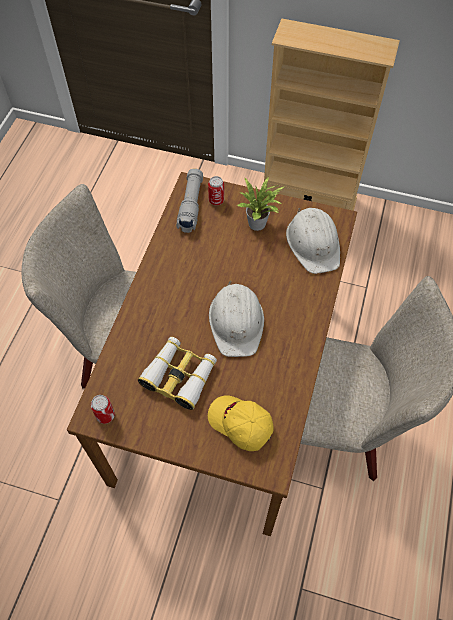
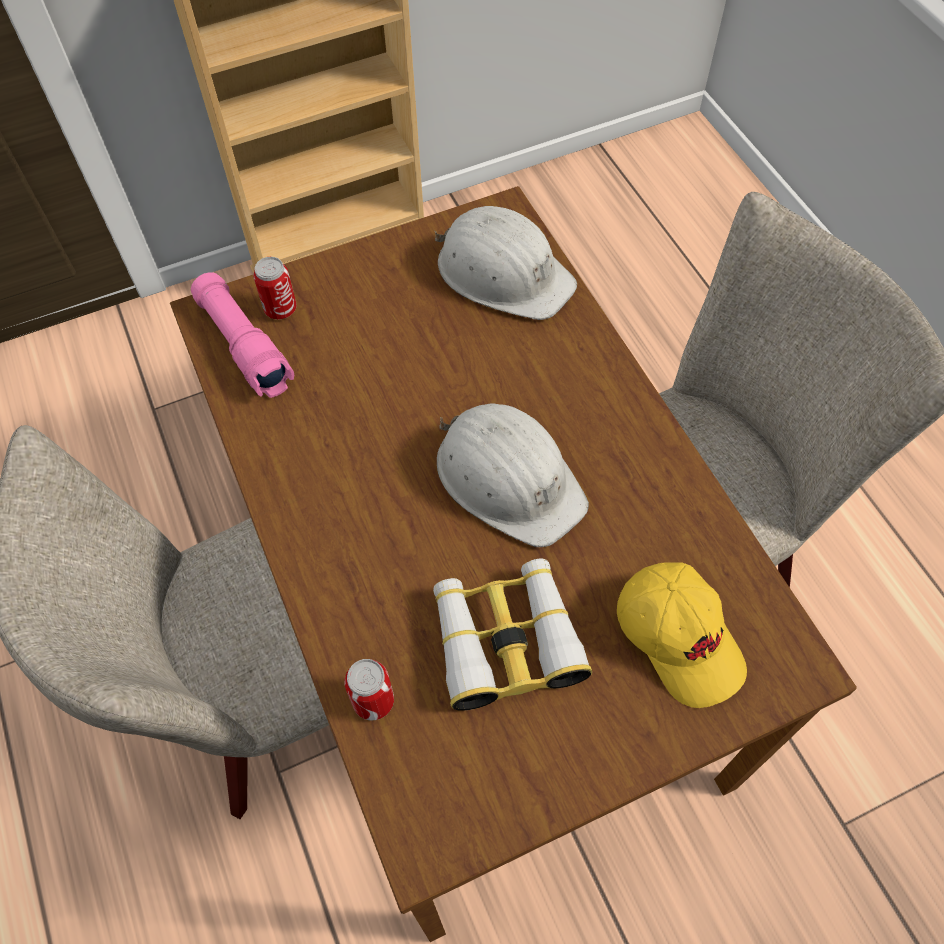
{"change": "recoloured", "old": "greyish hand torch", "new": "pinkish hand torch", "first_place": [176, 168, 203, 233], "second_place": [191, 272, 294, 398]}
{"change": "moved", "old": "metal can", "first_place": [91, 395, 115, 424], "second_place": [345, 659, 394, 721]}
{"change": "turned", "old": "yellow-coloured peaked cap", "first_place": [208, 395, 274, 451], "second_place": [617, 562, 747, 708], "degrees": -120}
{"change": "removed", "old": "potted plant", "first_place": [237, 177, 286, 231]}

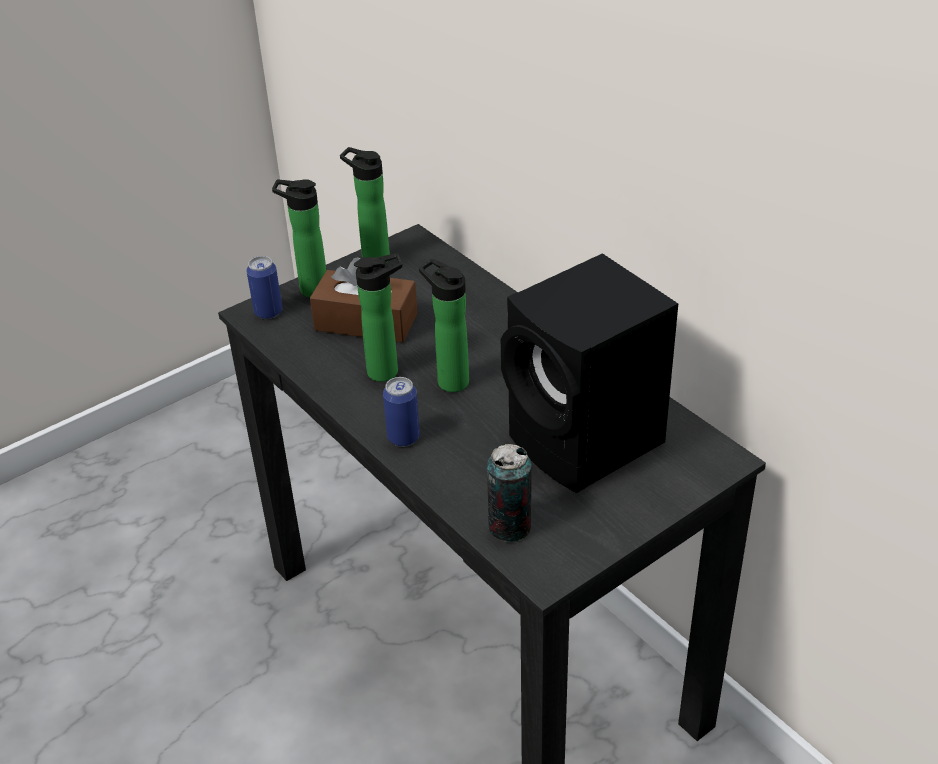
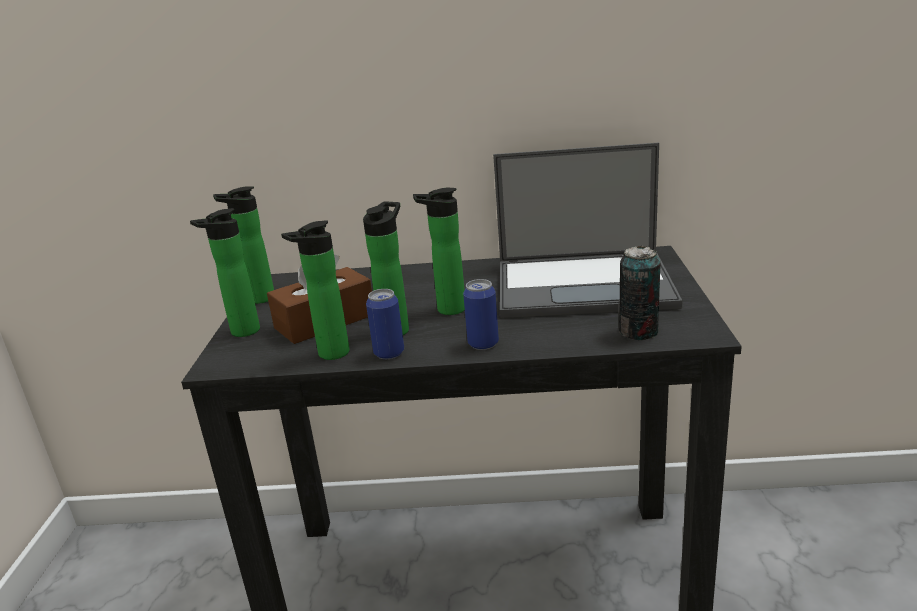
{"change": "added", "new": "drink bottle", "second_place": [281, 221, 350, 360]}
{"change": "moved", "old": "metal can", "first_place": [246, 256, 282, 319], "second_place": [366, 289, 404, 359]}
{"change": "replaced", "old": "blackish speaker", "new": "laptop", "first_place": [501, 253, 678, 493], "second_place": [493, 143, 683, 318]}

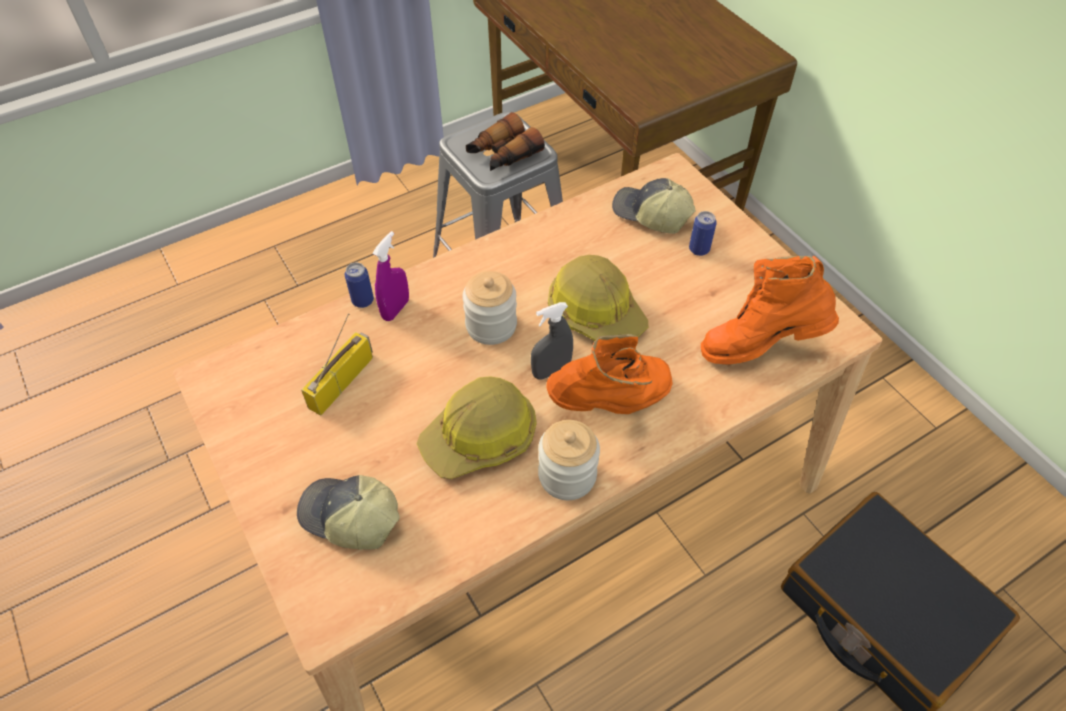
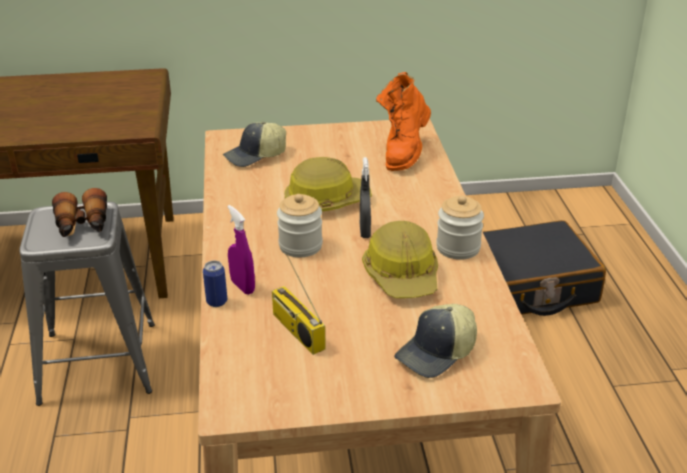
{"change": "removed", "old": "orange-coloured tall boot", "first_place": [547, 334, 673, 414]}
{"change": "removed", "old": "metal can", "first_place": [689, 211, 717, 256]}

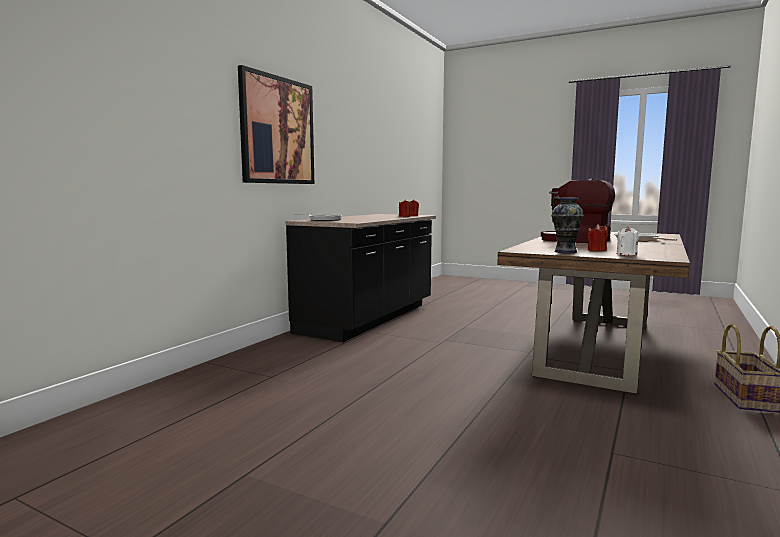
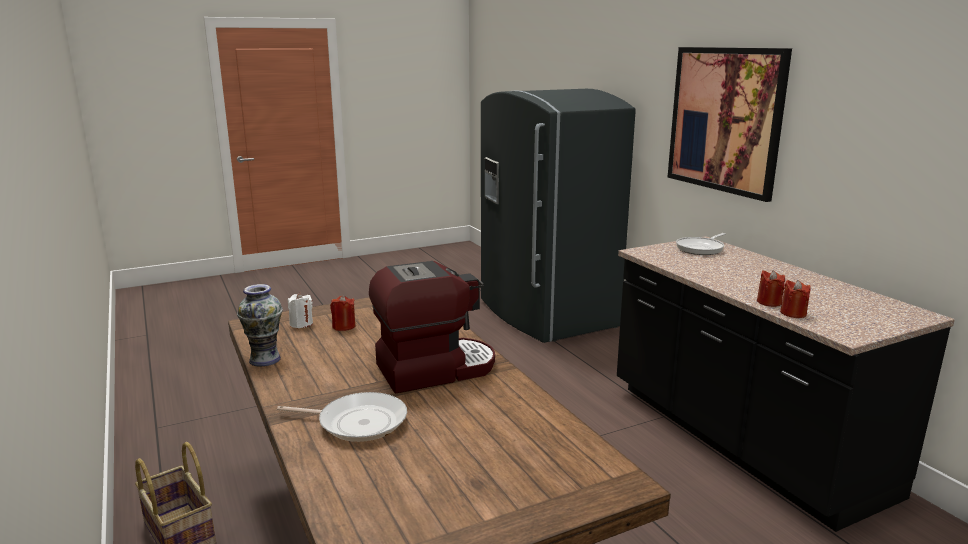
{"change": "moved", "old": "vase", "first_place": [551, 198, 584, 253], "second_place": [237, 284, 283, 366]}
{"change": "added", "new": "greyish fridge", "second_place": [481, 89, 636, 343]}

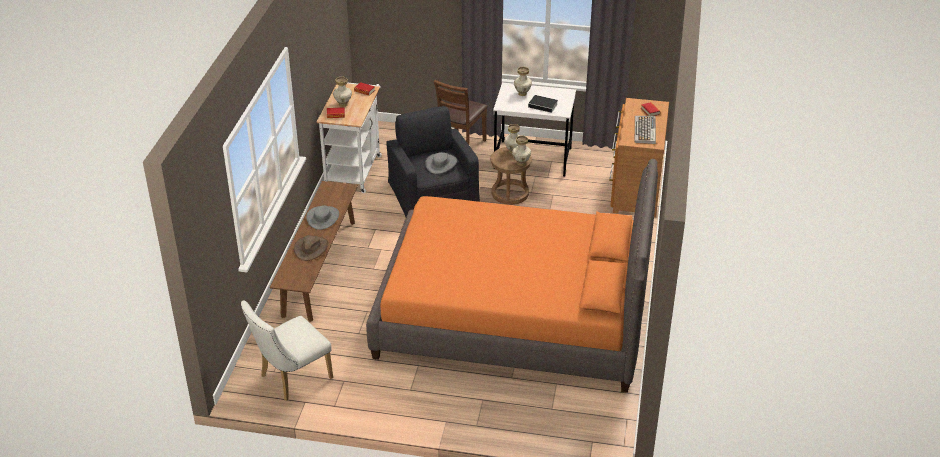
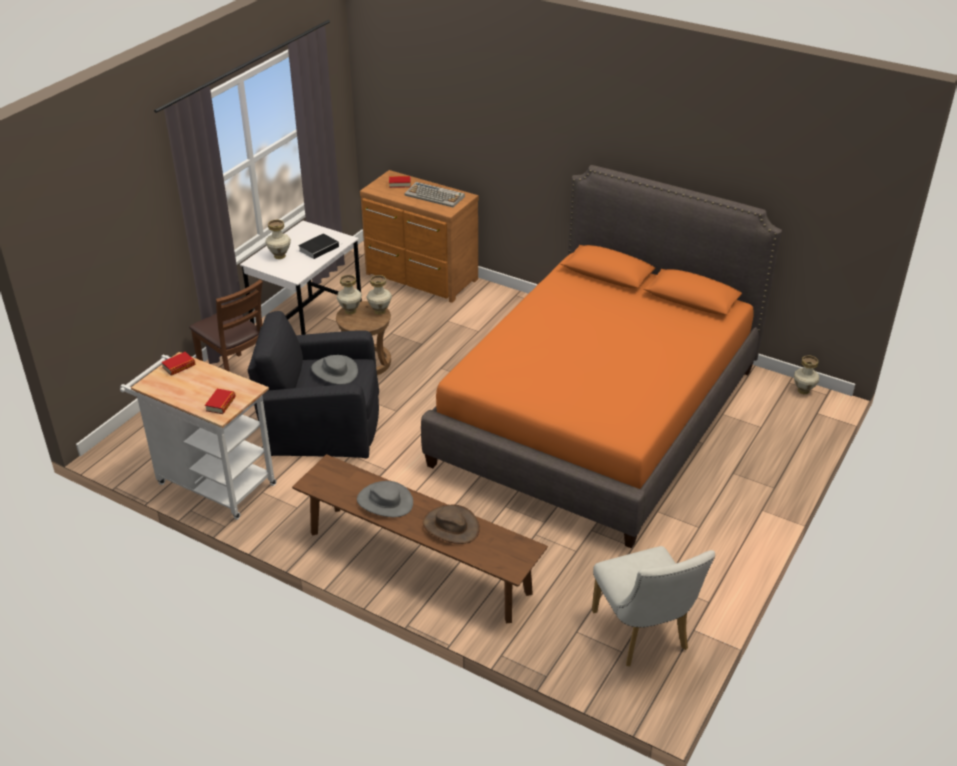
{"change": "moved", "old": "vase", "first_place": [333, 77, 352, 107], "second_place": [794, 355, 819, 394]}

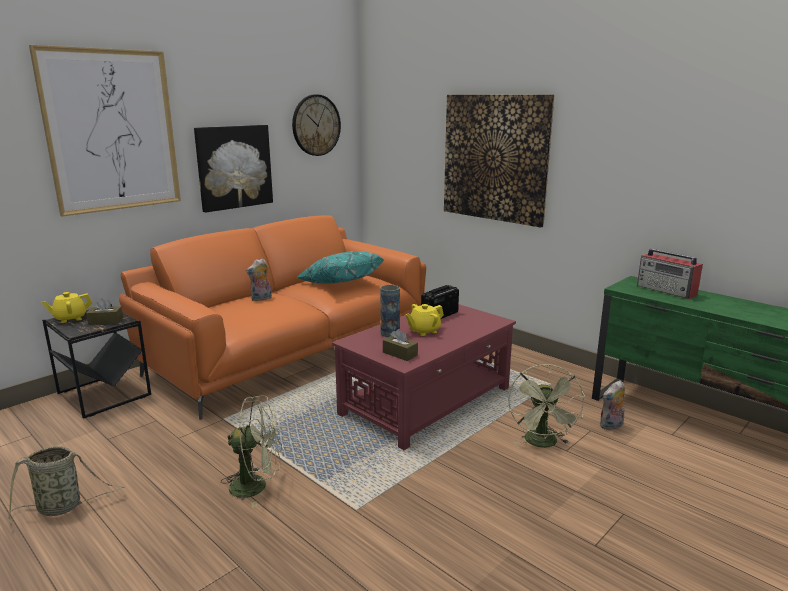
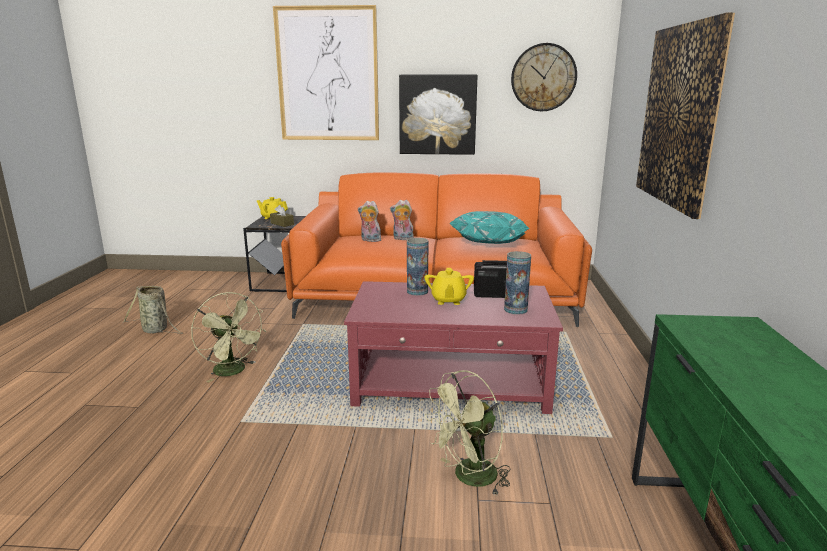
{"change": "moved", "old": "cuddly toy", "first_place": [600, 380, 625, 430], "second_place": [358, 201, 381, 242]}
{"change": "turned", "old": "yellow-coloured tea pot", "first_place": [406, 304, 444, 336], "second_place": [425, 268, 474, 305], "degrees": -105}
{"change": "added", "new": "vase", "second_place": [504, 251, 531, 315]}
{"change": "removed", "old": "brownish tissue holder", "first_place": [383, 329, 418, 361]}
{"change": "removed", "old": "radio set", "first_place": [637, 249, 703, 299]}

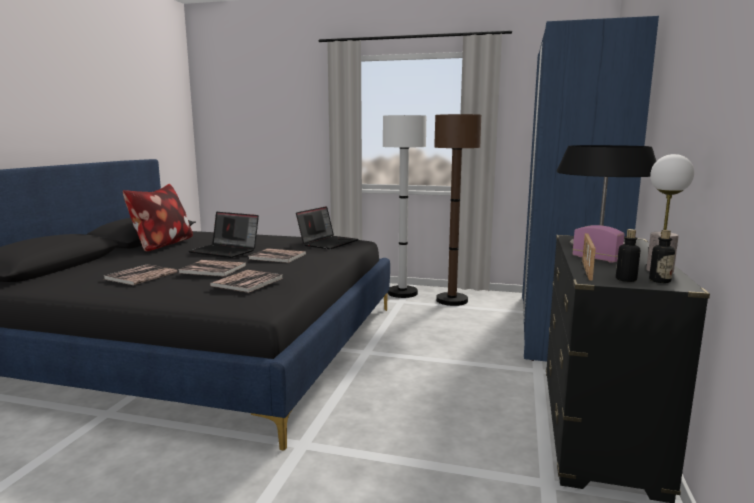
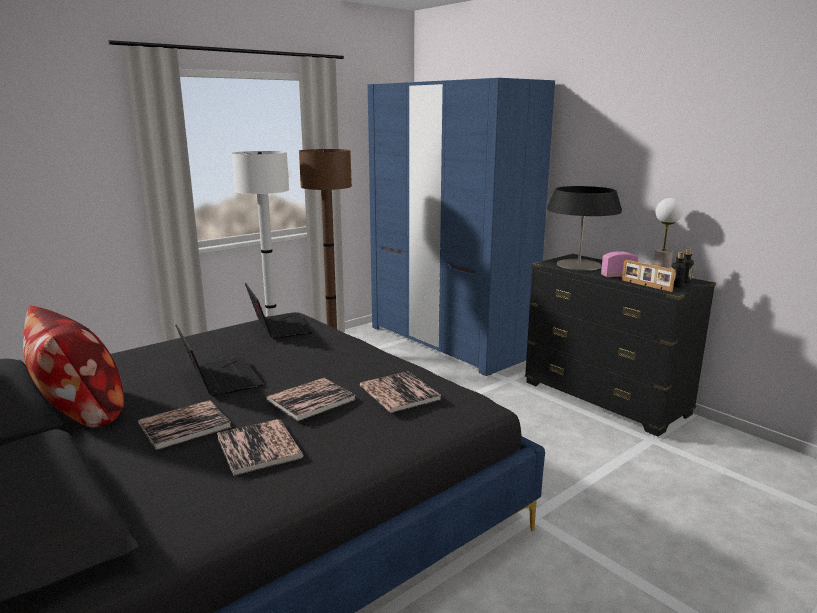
{"change": "moved", "old": "volume", "first_place": [249, 248, 306, 263], "second_place": [138, 400, 231, 450]}
{"change": "turned", "old": "laptop", "first_place": [189, 212, 259, 258], "second_place": [175, 324, 264, 397], "degrees": -90}

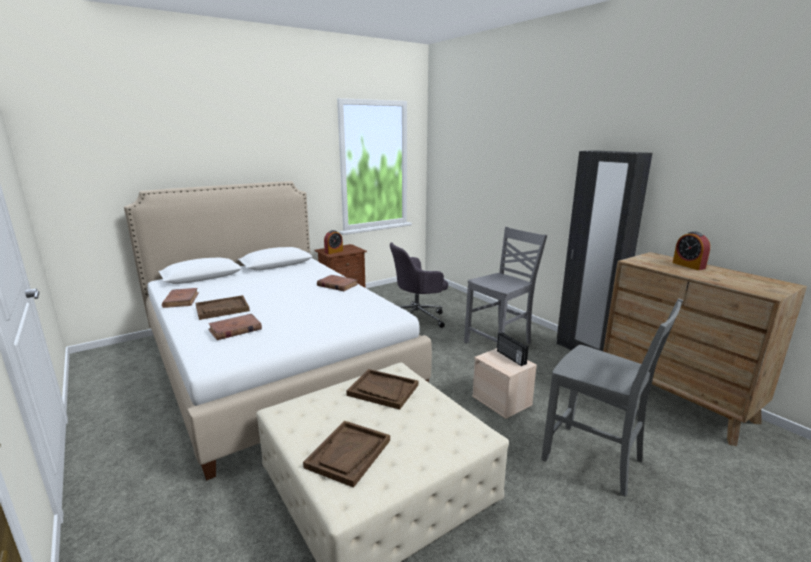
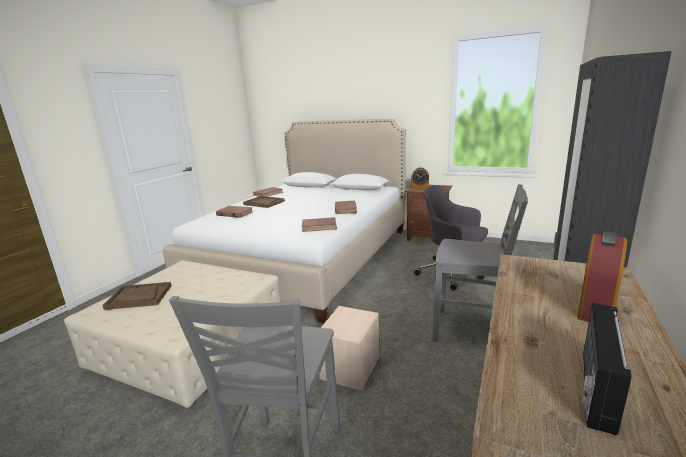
{"change": "added", "new": "brownish volume", "second_place": [302, 217, 337, 232]}
{"change": "moved", "old": "radio set", "first_place": [497, 332, 529, 366], "second_place": [583, 303, 632, 436]}
{"change": "removed", "old": "brownish carrying tray", "first_place": [346, 369, 418, 410]}

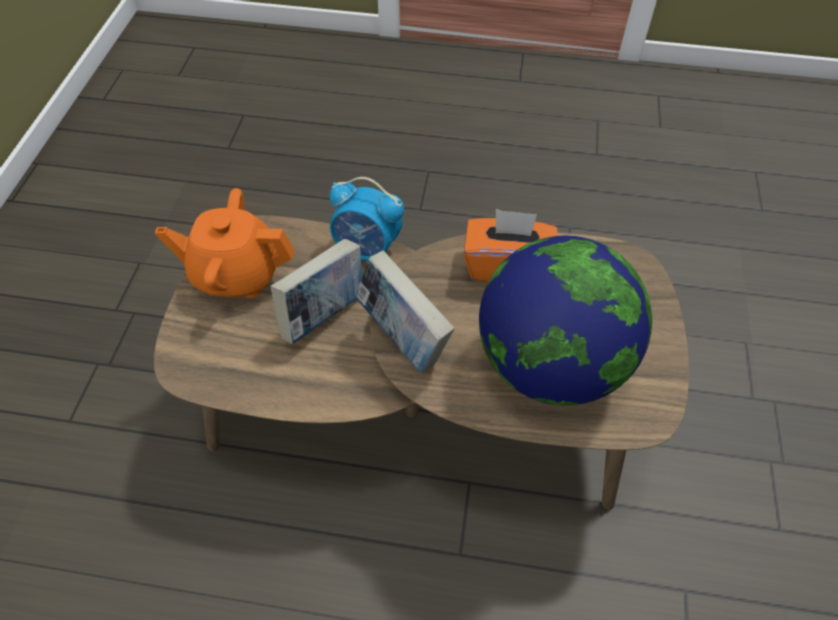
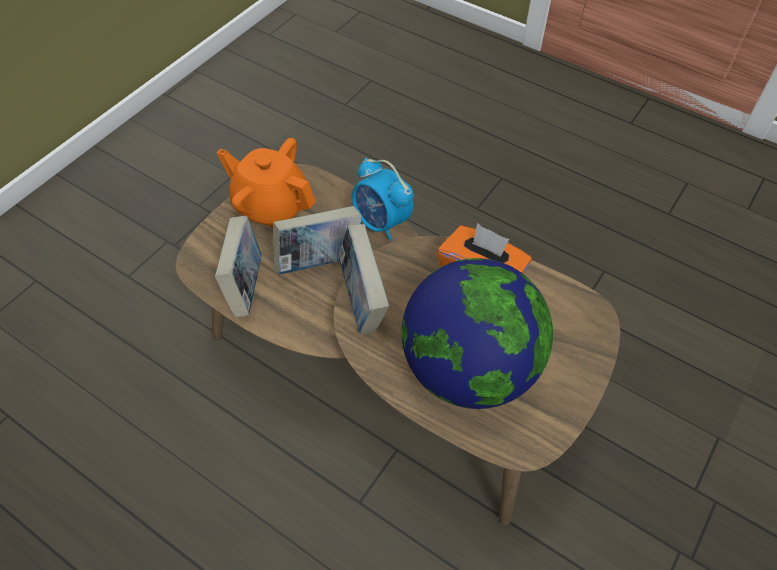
{"change": "added", "new": "volume", "second_place": [215, 216, 262, 317]}

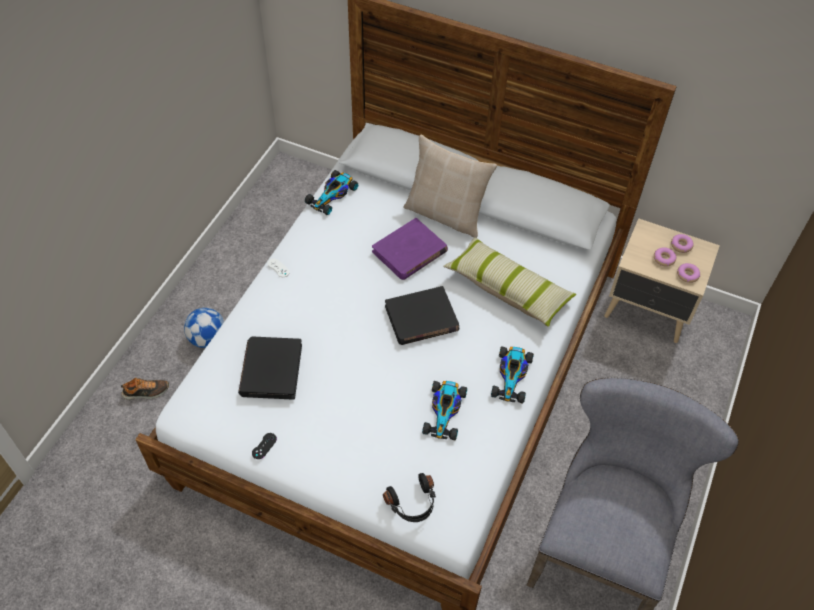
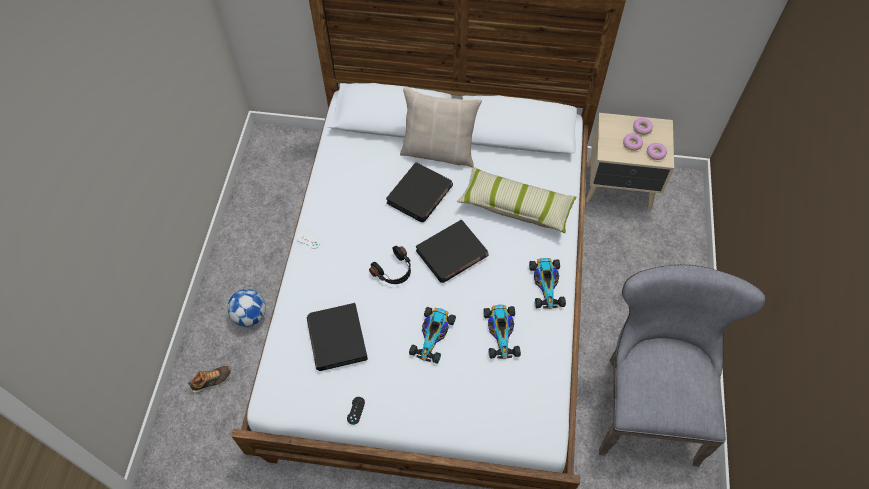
{"change": "moved", "old": "blackish pair of headphones", "first_place": [383, 473, 436, 522], "second_place": [369, 246, 411, 284]}
{"change": "recoloured", "old": "purplish volume", "new": "blackish volume", "first_place": [372, 218, 448, 280], "second_place": [386, 162, 453, 222]}
{"change": "moved", "old": "toy car", "first_place": [305, 170, 358, 215], "second_place": [409, 307, 456, 364]}

